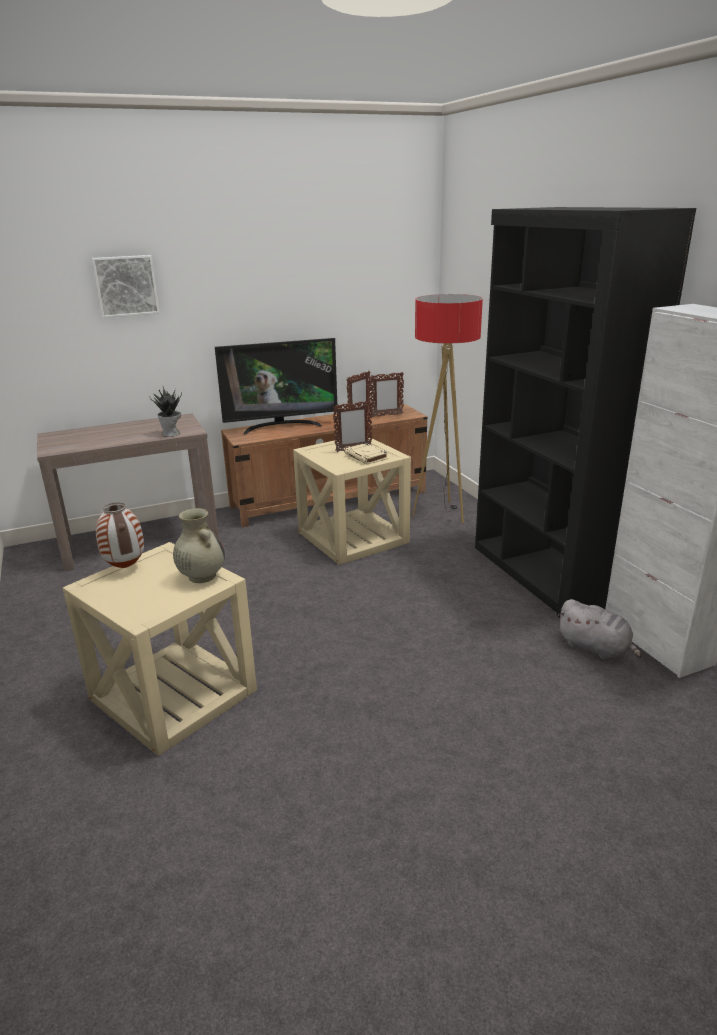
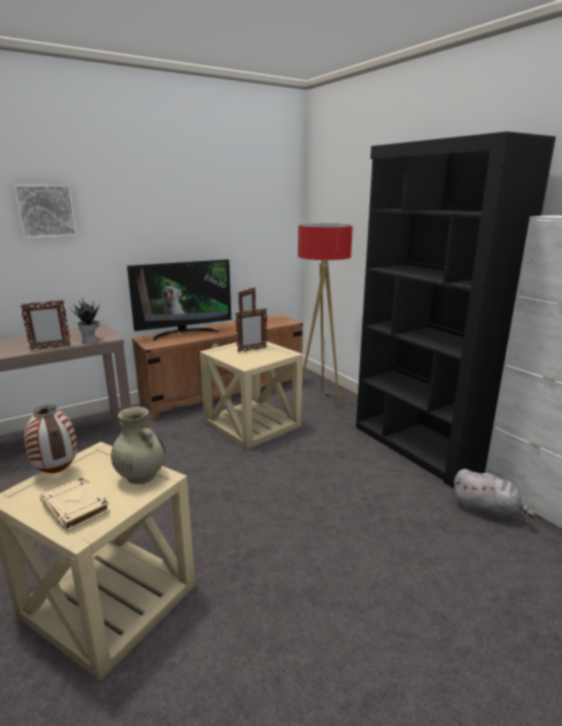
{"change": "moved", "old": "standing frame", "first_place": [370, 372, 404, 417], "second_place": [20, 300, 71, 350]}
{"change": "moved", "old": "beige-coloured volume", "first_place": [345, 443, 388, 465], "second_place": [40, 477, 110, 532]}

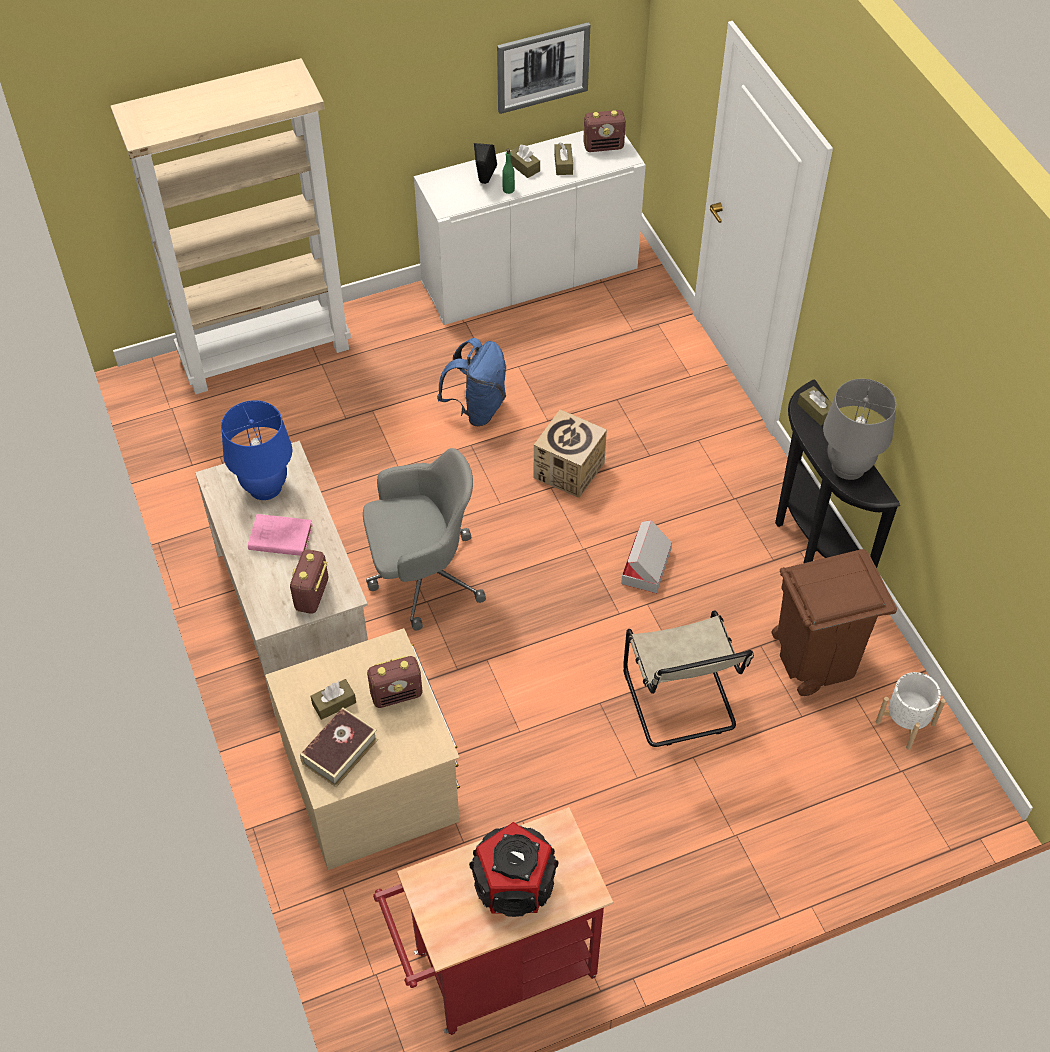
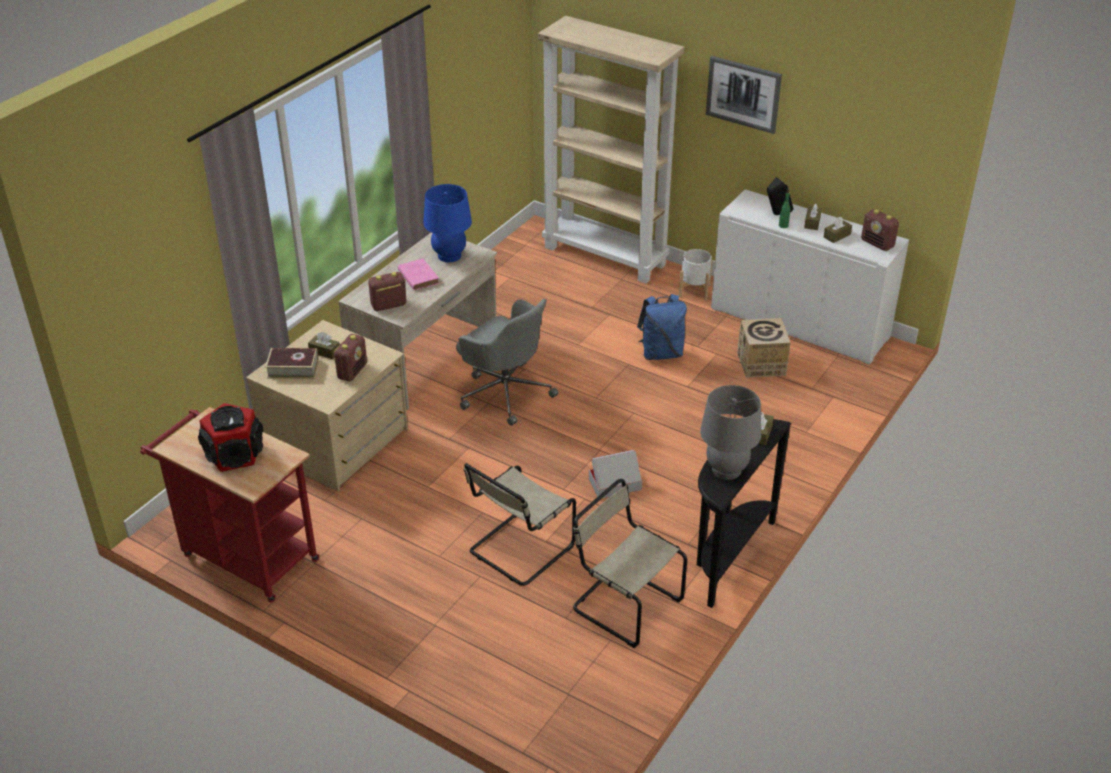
{"change": "turned", "old": "radio set", "first_place": [367, 655, 422, 708], "second_place": [334, 334, 367, 382], "degrees": -105}
{"change": "replaced", "old": "brownish waste bin", "new": "beige-coloured plain chair", "first_place": [771, 549, 897, 696], "second_place": [573, 479, 687, 648]}
{"change": "moved", "old": "white-coloured planter", "first_place": [876, 672, 946, 750], "second_place": [679, 249, 713, 300]}
{"change": "moved", "old": "picture", "first_place": [497, 22, 590, 114], "second_place": [706, 56, 782, 134]}
{"change": "moved", "old": "carton", "first_place": [534, 409, 607, 498], "second_place": [737, 318, 791, 378]}

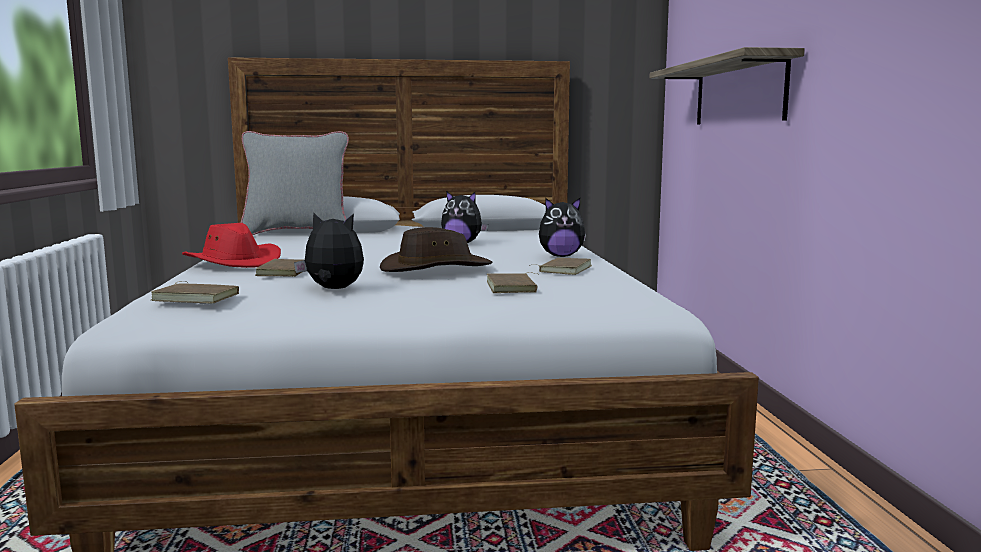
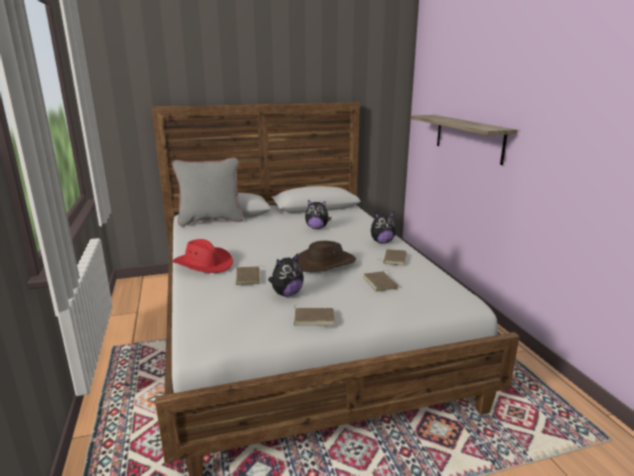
{"change": "turned", "old": "cuddly toy", "first_place": [294, 212, 364, 289], "second_place": [268, 253, 304, 297], "degrees": 135}
{"change": "moved", "old": "brownish volume", "first_place": [151, 281, 239, 304], "second_place": [294, 304, 335, 326]}

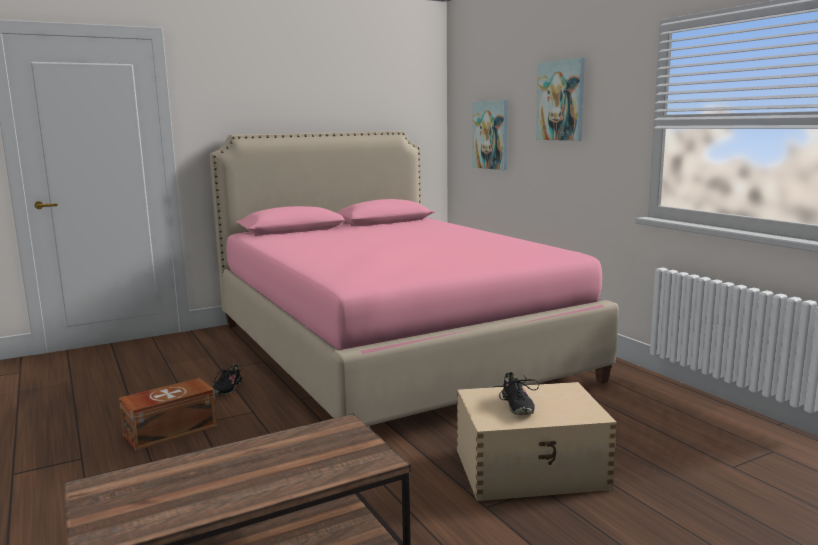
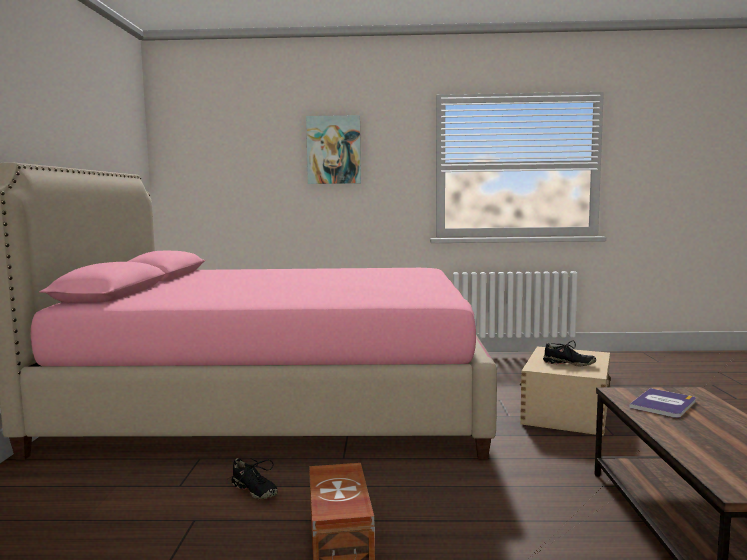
{"change": "added", "new": "volume", "second_place": [629, 388, 696, 418]}
{"change": "removed", "old": "picture", "first_place": [472, 100, 508, 170]}

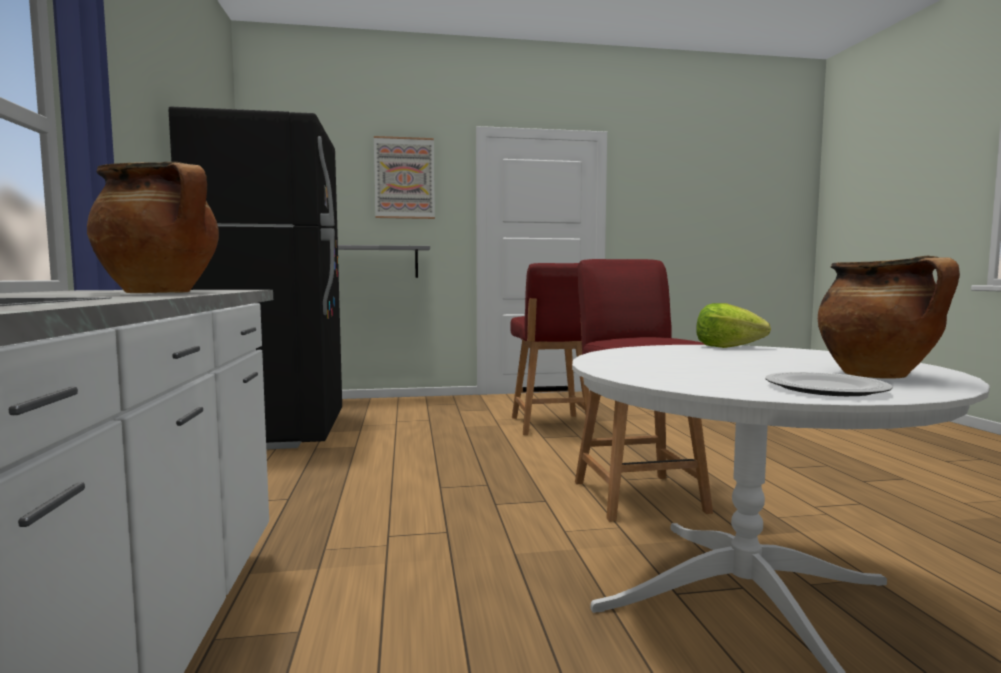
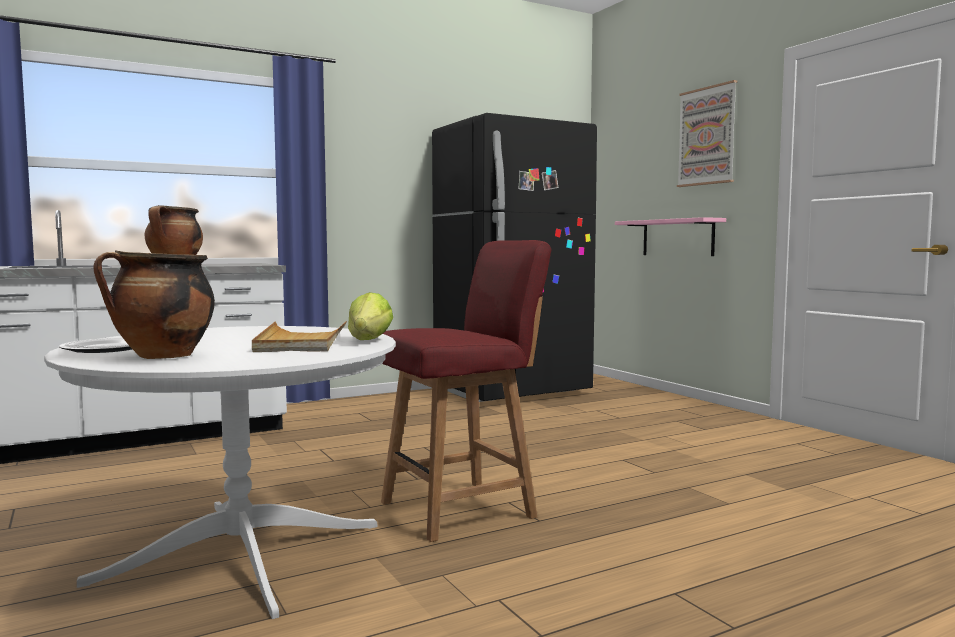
{"change": "added", "new": "beige-coloured carrying tray", "second_place": [252, 321, 347, 352]}
{"change": "recoloured", "old": "greyish shelf", "new": "pinkish shelf", "first_place": [338, 245, 430, 278], "second_place": [615, 217, 726, 256]}
{"change": "removed", "old": "red plain chair", "first_place": [510, 263, 594, 435]}

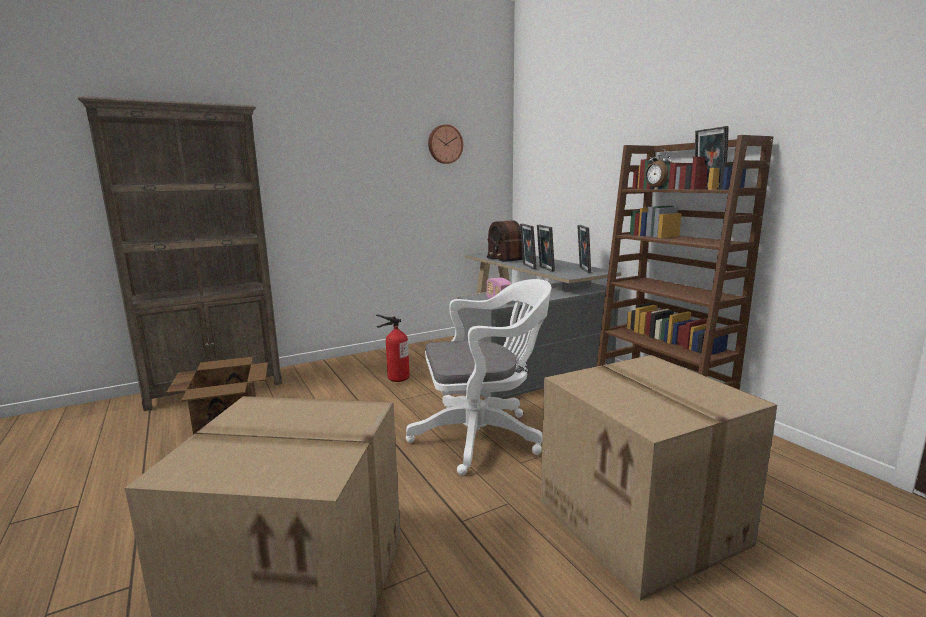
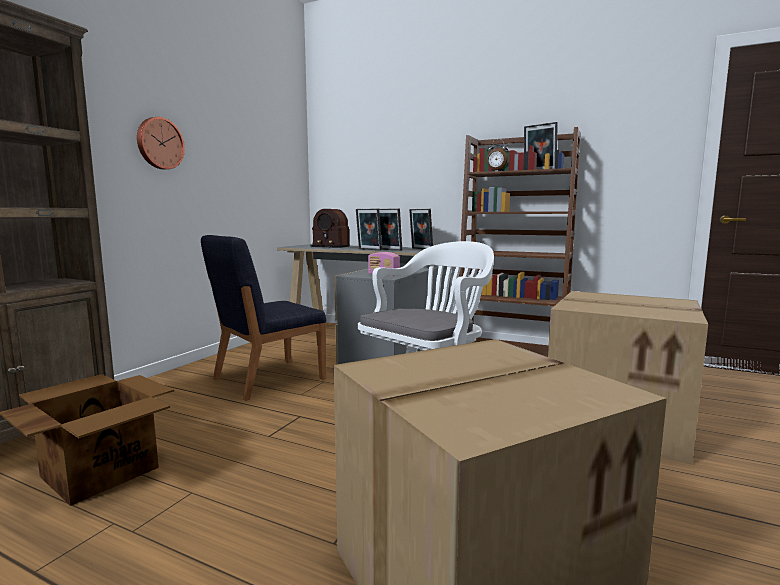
{"change": "moved", "old": "wall clock", "first_place": [428, 124, 463, 164], "second_place": [137, 117, 185, 169]}
{"change": "replaced", "old": "fire extinguisher", "new": "bluish plain chair", "first_place": [376, 315, 410, 382], "second_place": [201, 235, 326, 401]}

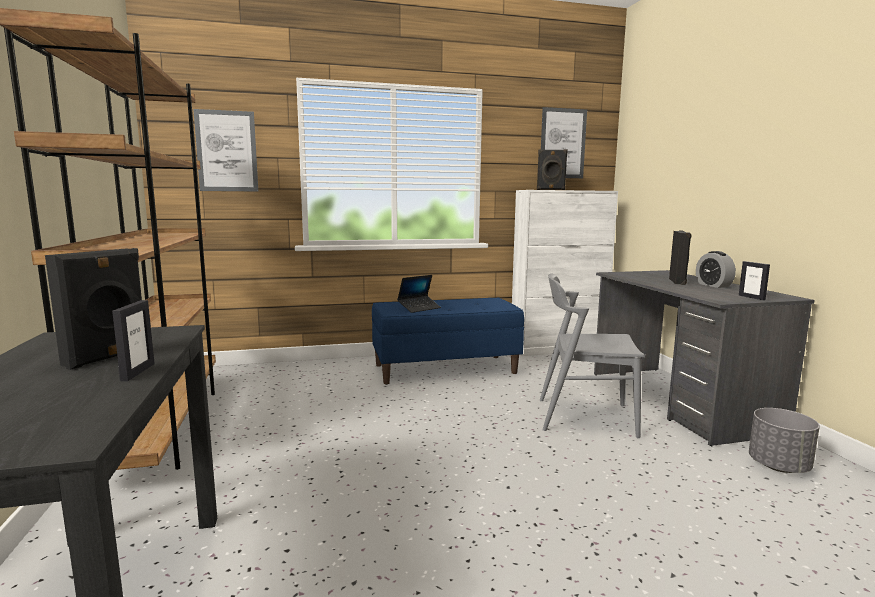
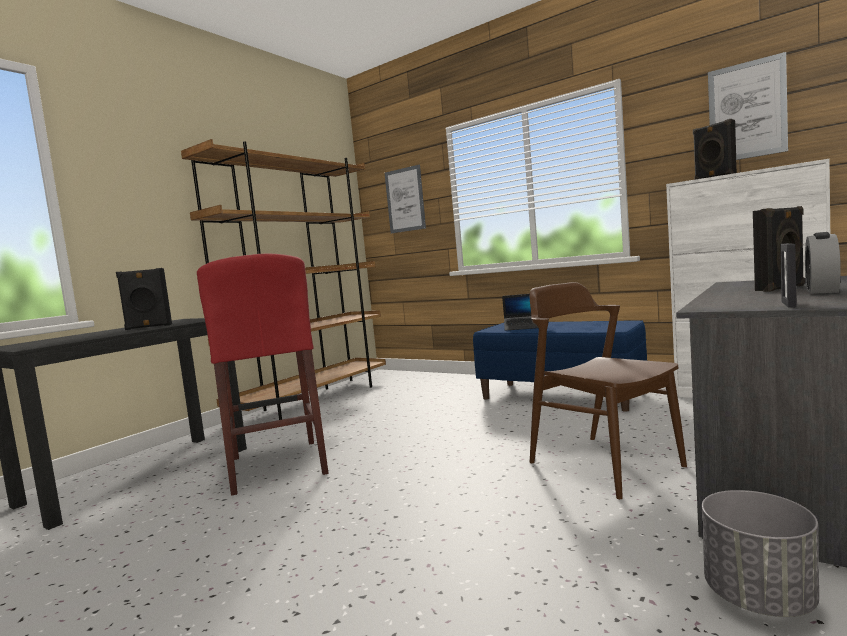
{"change": "added", "new": "red stool", "second_place": [197, 254, 328, 496]}
{"change": "recoloured", "old": "greyish plain chair", "new": "brownish plain chair", "first_place": [540, 273, 645, 438], "second_place": [530, 282, 687, 499]}
{"change": "removed", "old": "standing frame", "first_place": [112, 300, 155, 381]}

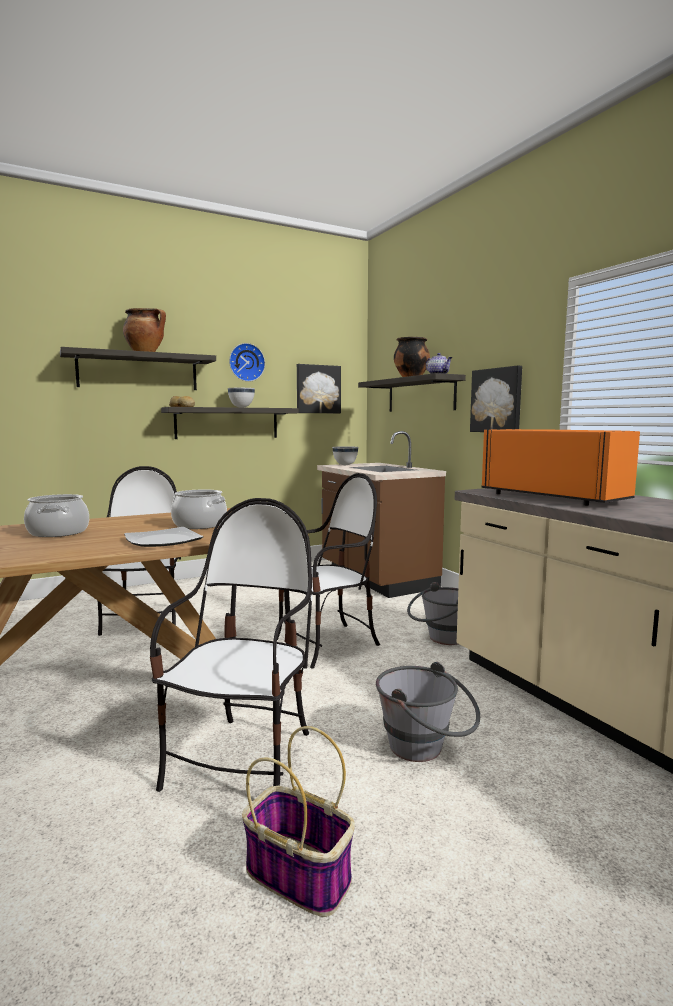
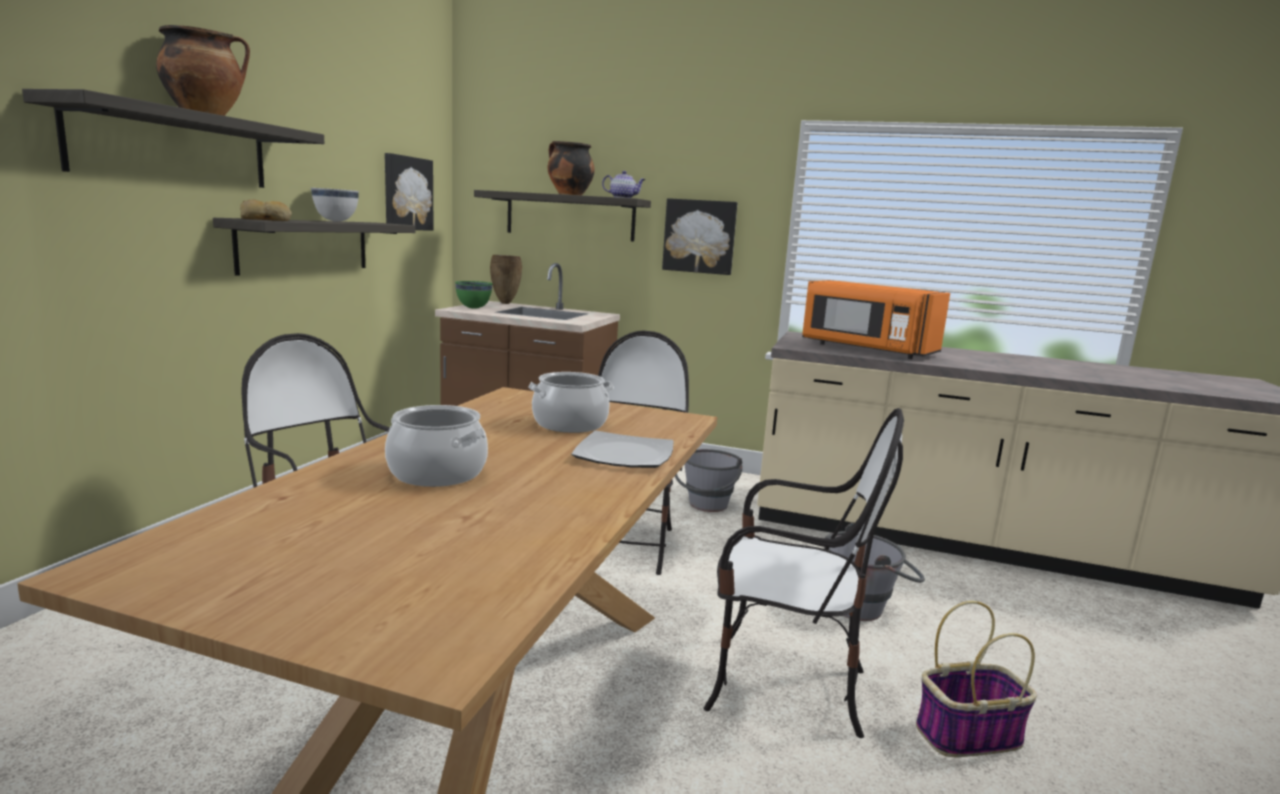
{"change": "recoloured", "old": "white-coloured bowl", "new": "green-coloured bowl", "first_place": [332, 446, 358, 465], "second_place": [455, 281, 493, 309]}
{"change": "added", "new": "brownish vase", "second_place": [490, 255, 522, 304]}
{"change": "turned", "old": "plain chair", "first_place": [150, 498, 313, 792], "second_place": [703, 408, 904, 738], "degrees": 135}
{"change": "turned", "old": "orange-coloured microwave oven", "first_place": [482, 429, 640, 506], "second_place": [802, 280, 950, 359], "degrees": -150}
{"change": "removed", "old": "wall clock", "first_place": [229, 343, 265, 382]}

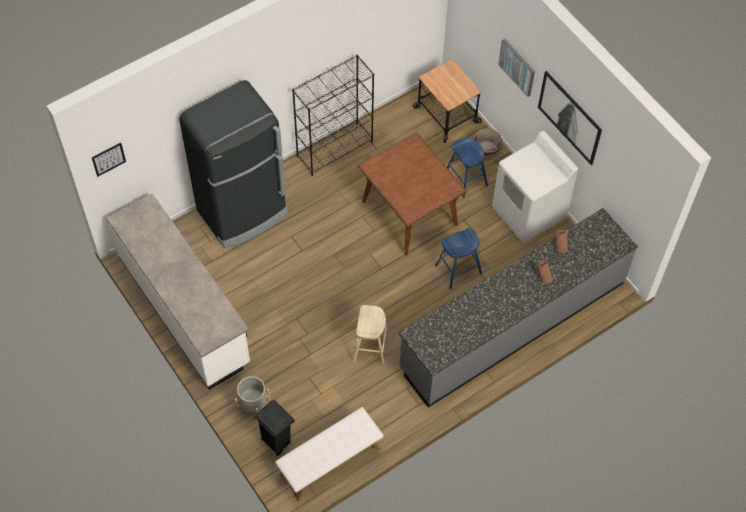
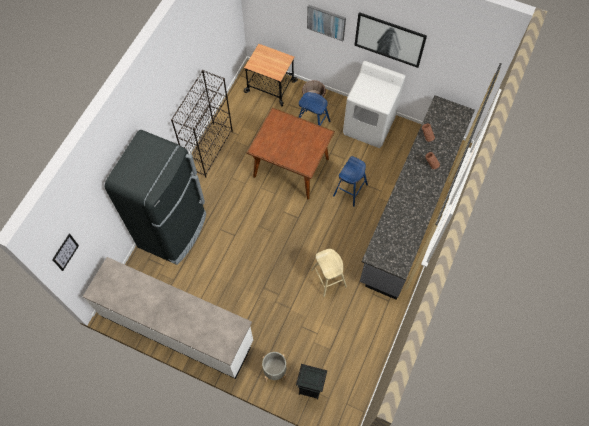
{"change": "removed", "old": "white-coloured indoor bench", "first_place": [275, 407, 384, 501]}

